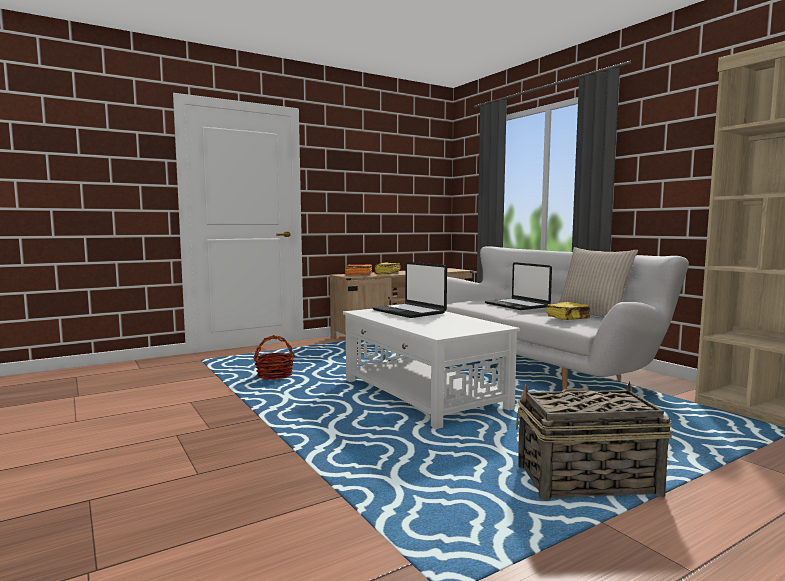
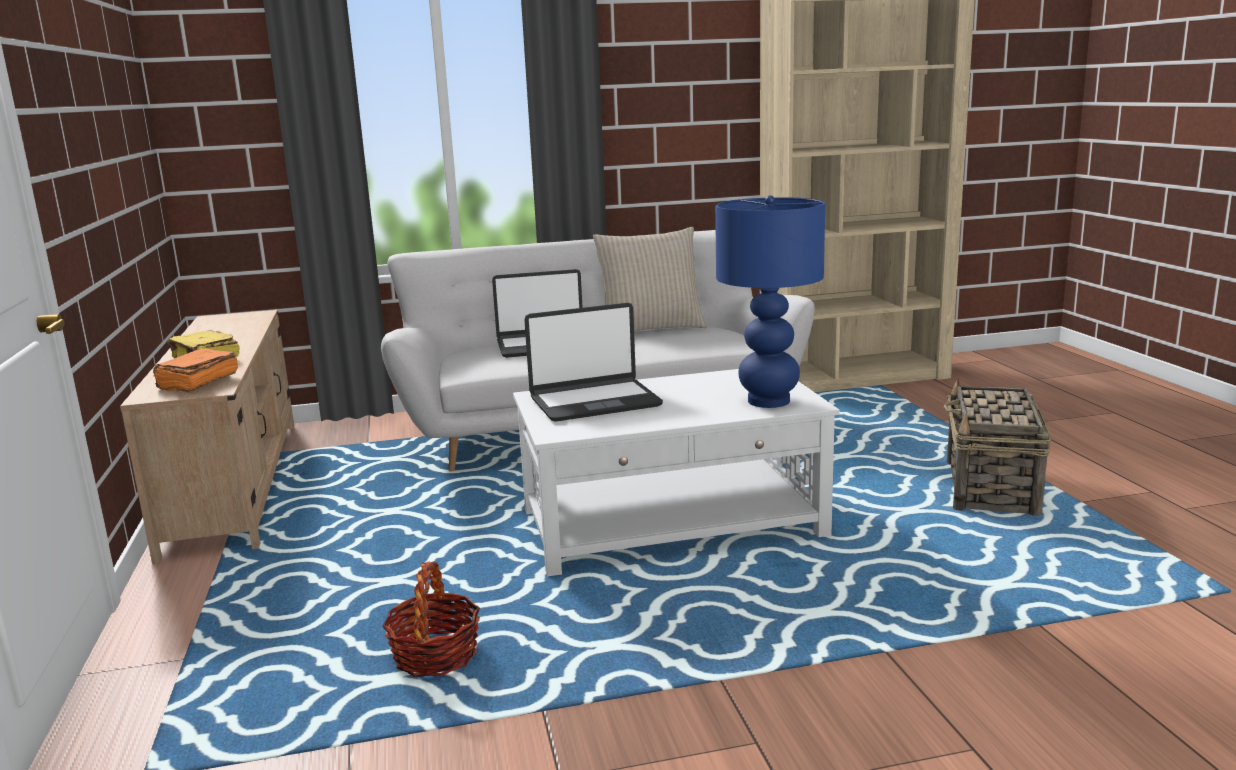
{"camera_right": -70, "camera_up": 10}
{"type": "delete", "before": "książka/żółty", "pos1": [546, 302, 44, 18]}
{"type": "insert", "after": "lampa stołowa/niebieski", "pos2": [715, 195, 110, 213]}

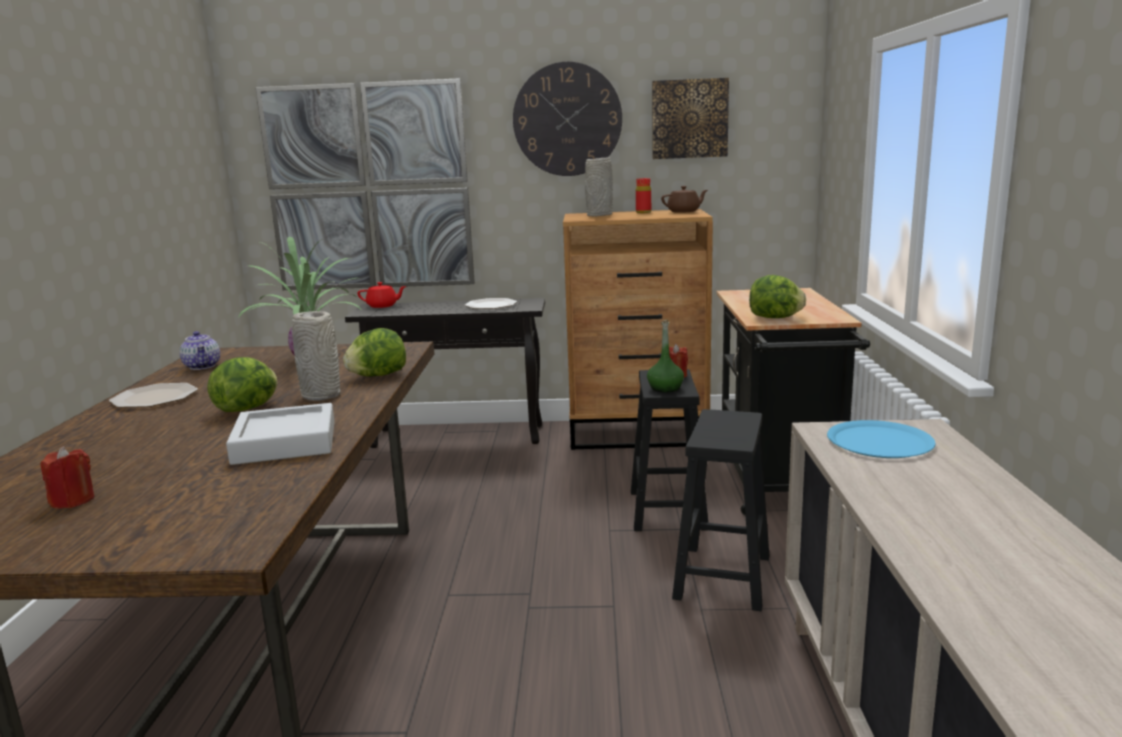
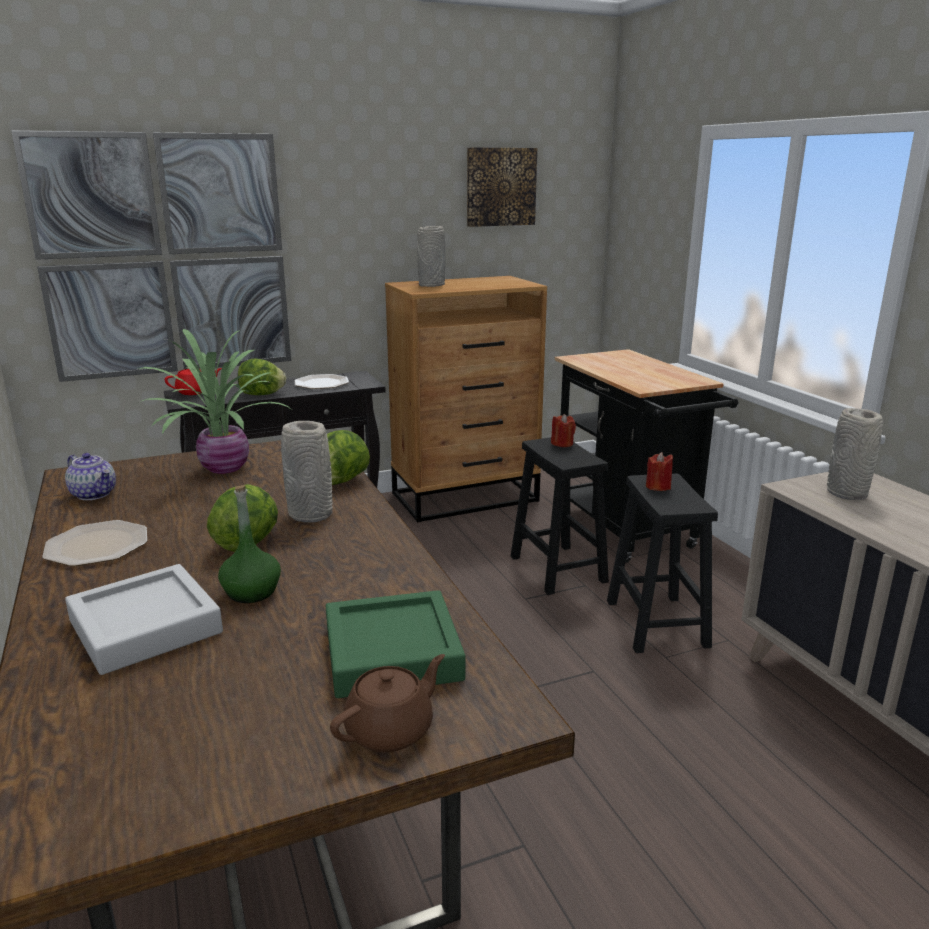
{"camera_right": -25, "camera_up": 5}
{"type": "move", "before": "świeca/czerwony", "pos1": [40, 446, 54, 63], "pos2": [646, 452, 27, 39]}
{"type": "move", "before": "taca/szary", "pos1": [226, 403, 109, 62], "pos2": [65, 564, 158, 111]}
{"type": "delete", "before": "zegar ścienny", "pos1": [513, 62, 109, 114]}
{"type": "delete", "before": "butelka/czerwony", "pos1": [636, 178, 15, 35]}
{"type": "move", "before": "butelka/zielony", "pos1": [647, 320, 37, 72], "pos2": [218, 485, 63, 118]}
{"type": "move", "before": "imbryk/brązowy", "pos1": [661, 186, 47, 27], "pos2": [330, 654, 115, 98]}
{"type": "move", "before": "sałata", "pos1": [749, 275, 57, 43], "pos2": [238, 358, 48, 37]}
{"type": "replace", "before": "talerz/niebieski", "after": "wazon/szary", "pos1": [827, 420, 109, 38], "pos2": [827, 408, 56, 92]}
{"type": "insert", "after": "taca/zielony", "pos2": [326, 590, 139, 108]}

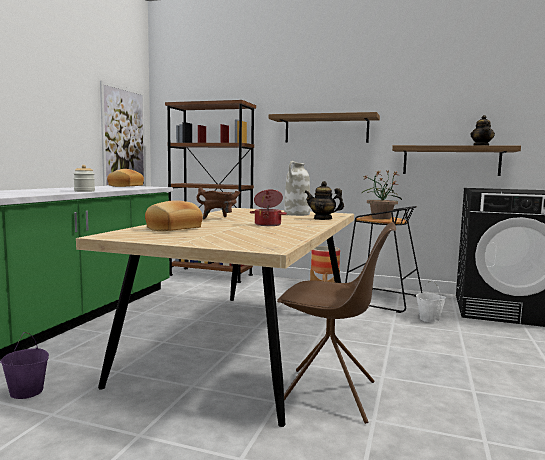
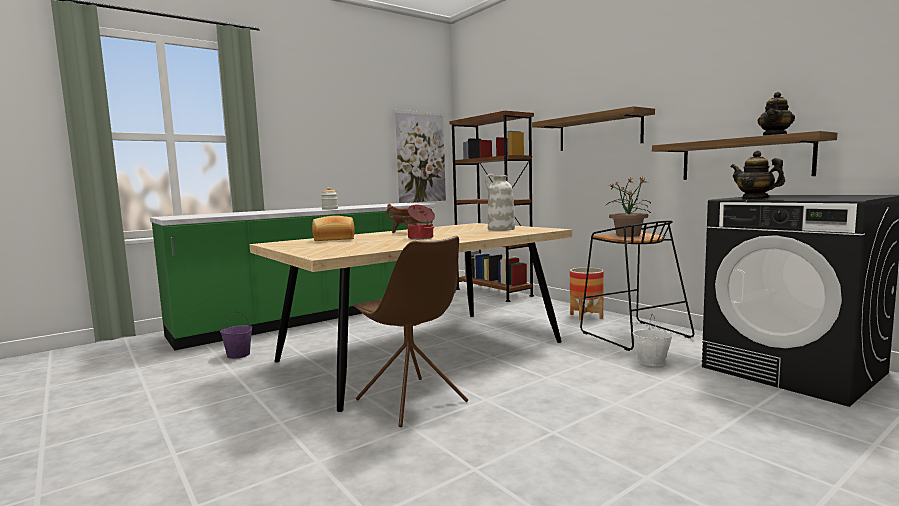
{"camera_right": 35, "camera_up": 0}
{"type": "delete", "before": "chleb", "pos1": [107, 169, 37, 18]}
{"type": "move", "before": "imbryk", "pos1": [304, 181, 40, 39], "pos2": [731, 150, 54, 49]}

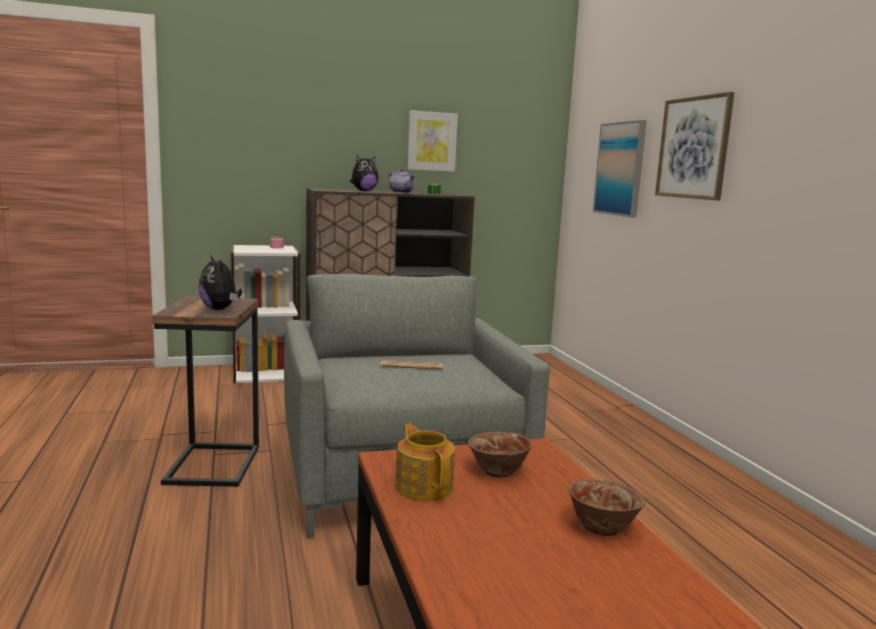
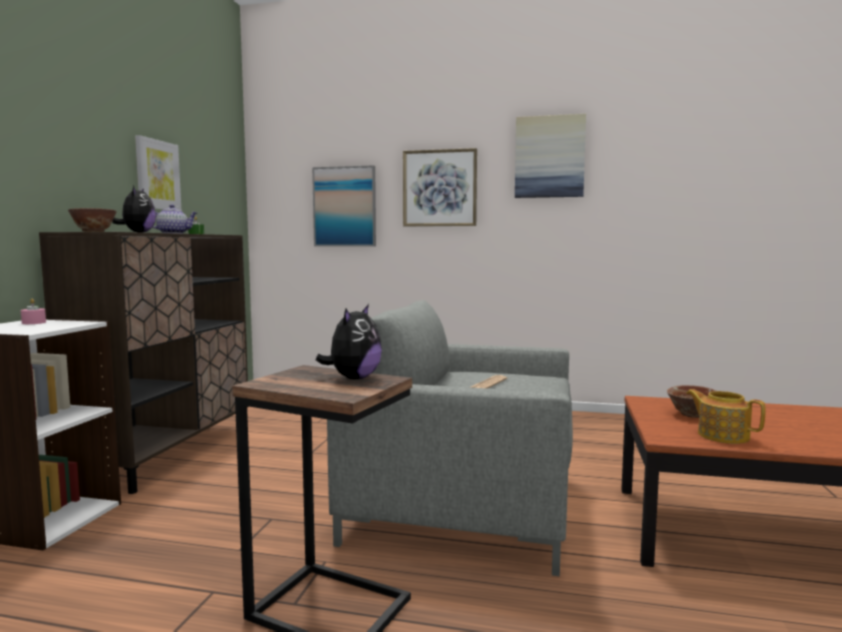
{"camera_right": -60, "camera_up": -5}
{"type": "rotate", "before": "pluszak", "pos1": [198, 256, 44, 54], "pos2": [316, 304, 66, 75], "turn": -60}
{"type": "rotate", "before": "imbryk", "pos1": [395, 423, 60, 78], "pos2": [686, 389, 80, 55], "turn": 45}
{"type": "move", "before": "miska", "pos1": [569, 479, 76, 57], "pos2": [68, 208, 49, 24]}
{"type": "insert", "after": "obraz", "pos2": [515, 114, 71, 84]}

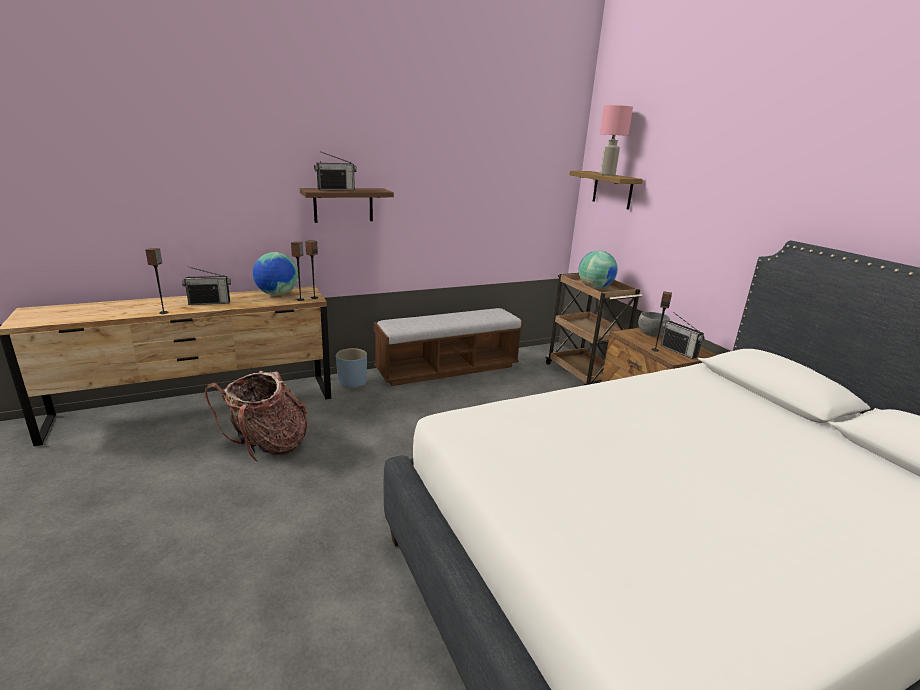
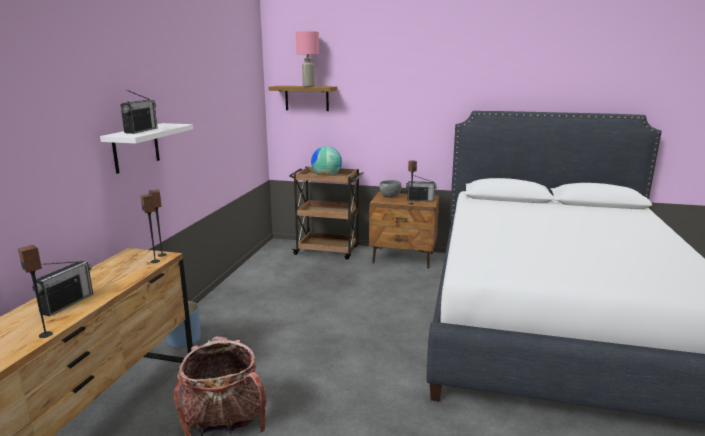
{"camera_right": -50, "camera_up": -5}
{"type": "delete", "before": "globus", "pos1": [253, 252, 45, 44]}
{"type": "recolor", "before": "półka/brązowy", "after": "półka/biały", "pos1": [300, 188, 94, 35], "pos2": [100, 123, 93, 51]}
{"type": "delete", "before": "ławka", "pos1": [374, 308, 149, 78]}

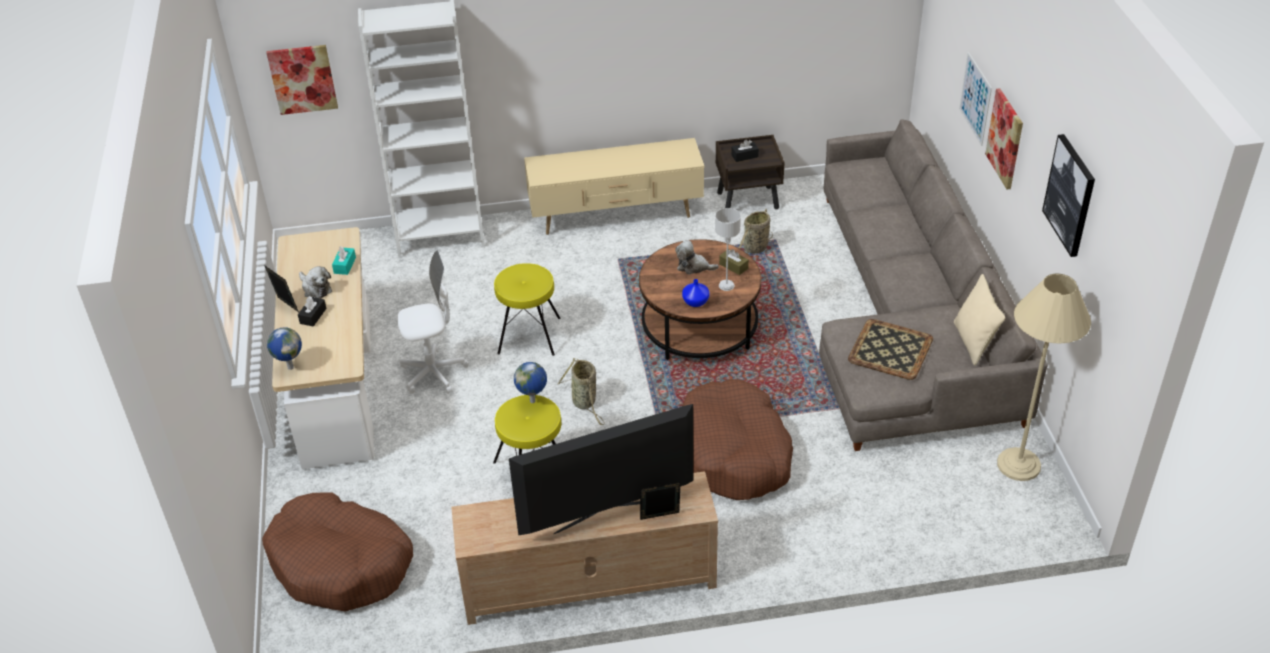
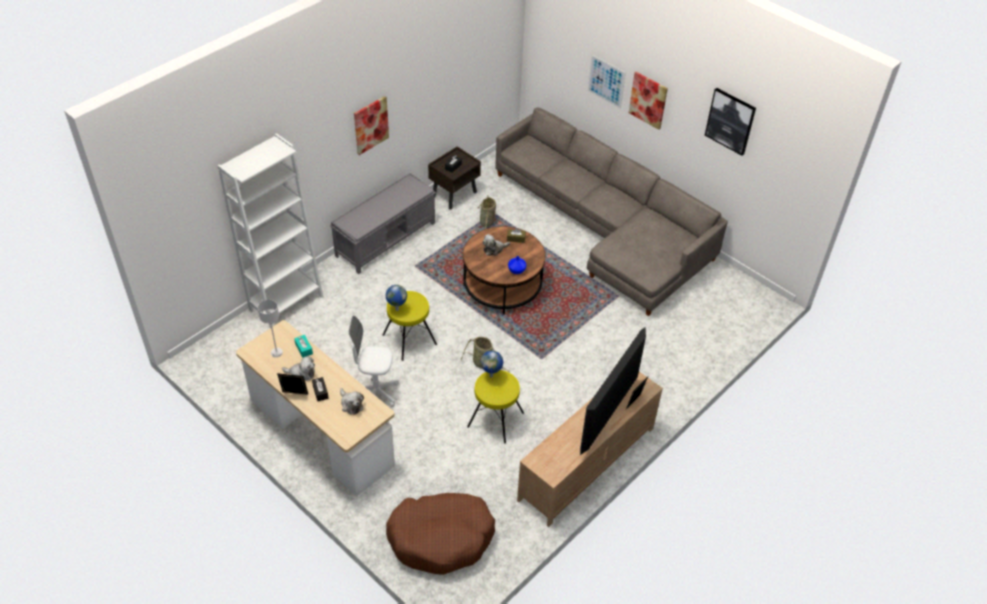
{"camera_right": -40, "camera_up": 5}
{"type": "move", "before": "obraz", "pos1": [266, 45, 72, 70], "pos2": [354, 96, 35, 59]}
{"type": "move", "before": "globus", "pos1": [267, 327, 35, 43], "pos2": [385, 285, 22, 26]}
{"type": "rotate", "before": "krzesło biurowe/biały", "pos1": [397, 250, 72, 144], "pos2": [348, 316, 51, 91], "turn": -120}
{"type": "replace", "before": "szafka pod telewizor/beżowy", "after": "ławka/szary", "pos1": [524, 138, 180, 97], "pos2": [330, 173, 106, 101]}
{"type": "delete", "before": "legowisko/brązowy", "pos1": [682, 379, 111, 121]}
{"type": "move", "before": "lampa stołowa/szary", "pos1": [715, 208, 26, 83], "pos2": [258, 300, 25, 57]}
{"type": "delete", "before": "taca", "pos1": [848, 319, 85, 61]}
{"type": "delete", "before": "poduszka/beżowy", "pos1": [954, 274, 51, 91]}
{"type": "delete", "before": "lampa stojąca/beżowy", "pos1": [997, 274, 94, 207]}
{"type": "insert", "after": "pluszak", "pos2": [340, 388, 24, 27]}

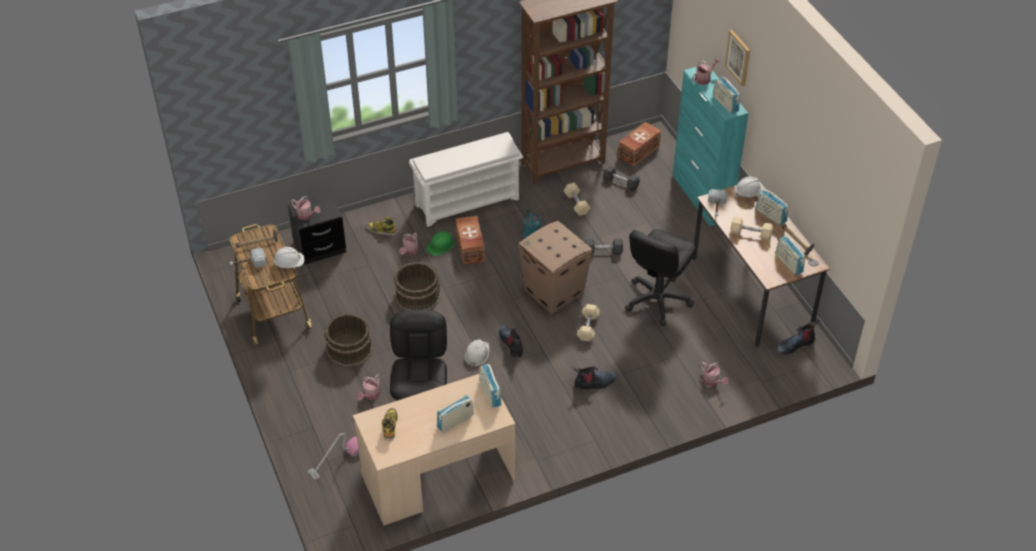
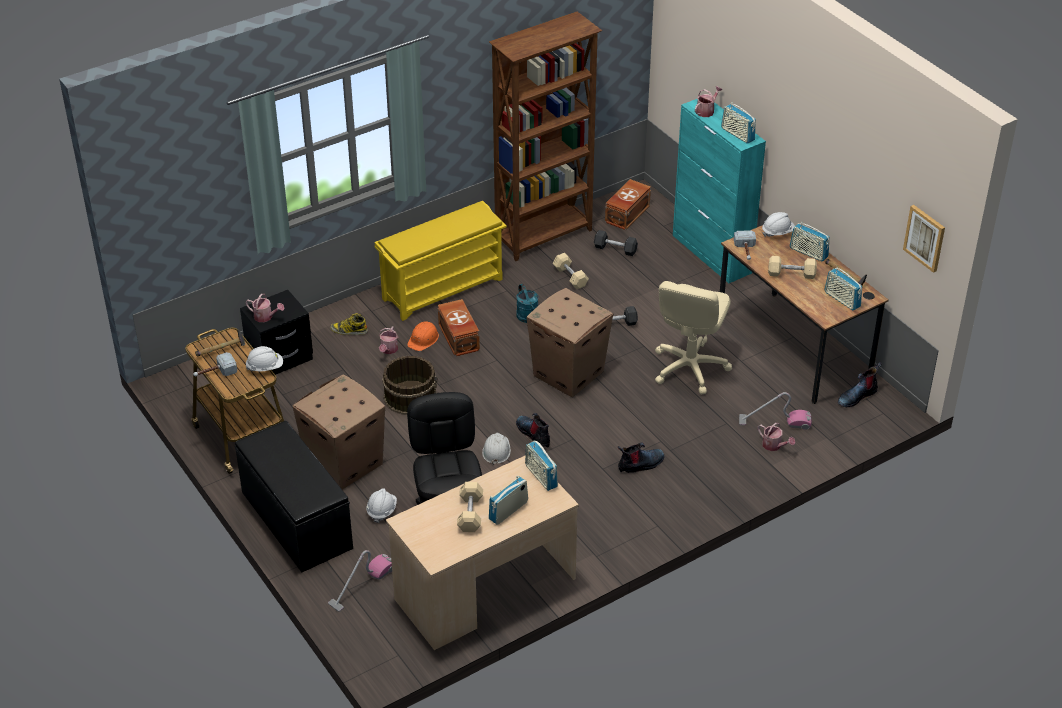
{"camera_right": -10, "camera_up": -5}
{"type": "replace", "before": "wiadro/brązowy", "after": "karton", "pos1": [324, 313, 49, 54], "pos2": [292, 374, 93, 115]}
{"type": "replace", "before": "konewka", "after": "kask/biały", "pos1": [357, 374, 23, 26], "pos2": [366, 488, 31, 35]}
{"type": "delete", "before": "but z cholewką", "pos1": [382, 408, 16, 33]}
{"type": "recolor", "before": "regał na buty/biały", "after": "regał na buty/żółty", "pos1": [409, 132, 114, 95], "pos2": [374, 201, 133, 120]}
{"type": "recolor", "before": "kask/zielony", "after": "kask/pomarańczowy", "pos1": [426, 231, 28, 25], "pos2": [407, 321, 32, 30]}
{"type": "move", "before": "hantel/beżowy", "pos1": [577, 304, 23, 38], "pos2": [457, 482, 26, 50]}
{"type": "recolor", "before": "krzesło biurowe/czarny", "after": "krzesło biurowe/beżowy", "pos1": [625, 229, 71, 97], "pos2": [655, 281, 77, 114]}
{"type": "move", "before": "obraz", "pos1": [725, 30, 25, 56], "pos2": [903, 205, 42, 68]}
{"type": "insert", "after": "ławka/czarny", "pos2": [235, 421, 118, 151]}
{"type": "insert", "after": "odkurzacz", "pos2": [739, 392, 73, 38]}

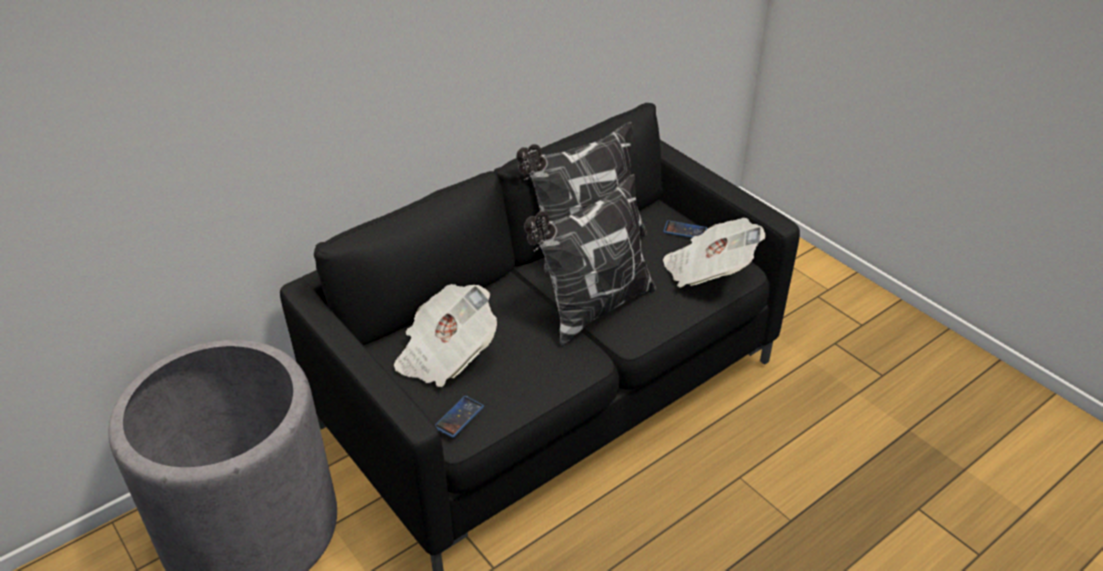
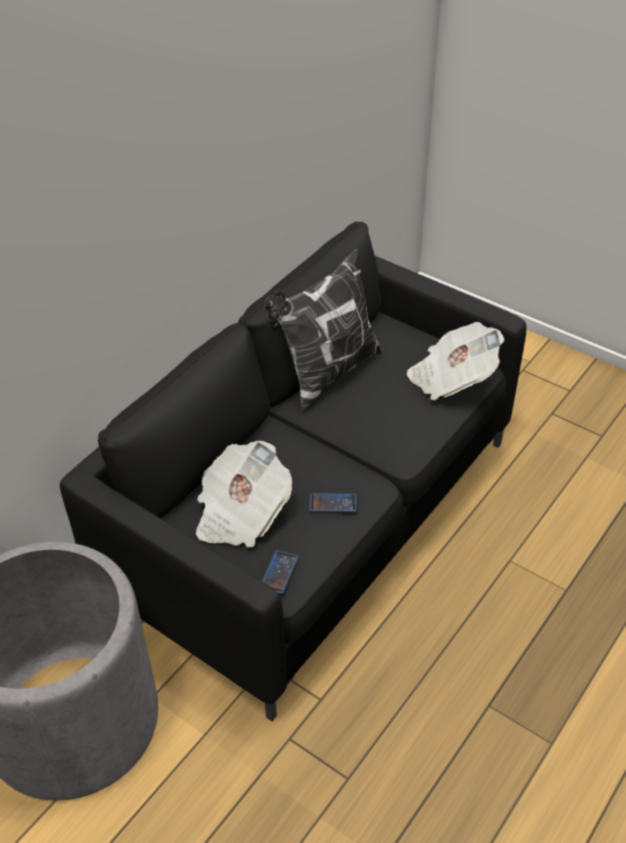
{"camera_right": -15, "camera_up": 5}
{"type": "delete", "before": "poduszka", "pos1": [524, 174, 132, 172]}
{"type": "move", "before": "telefon", "pos1": [663, 220, 44, 18], "pos2": [310, 493, 47, 19]}

